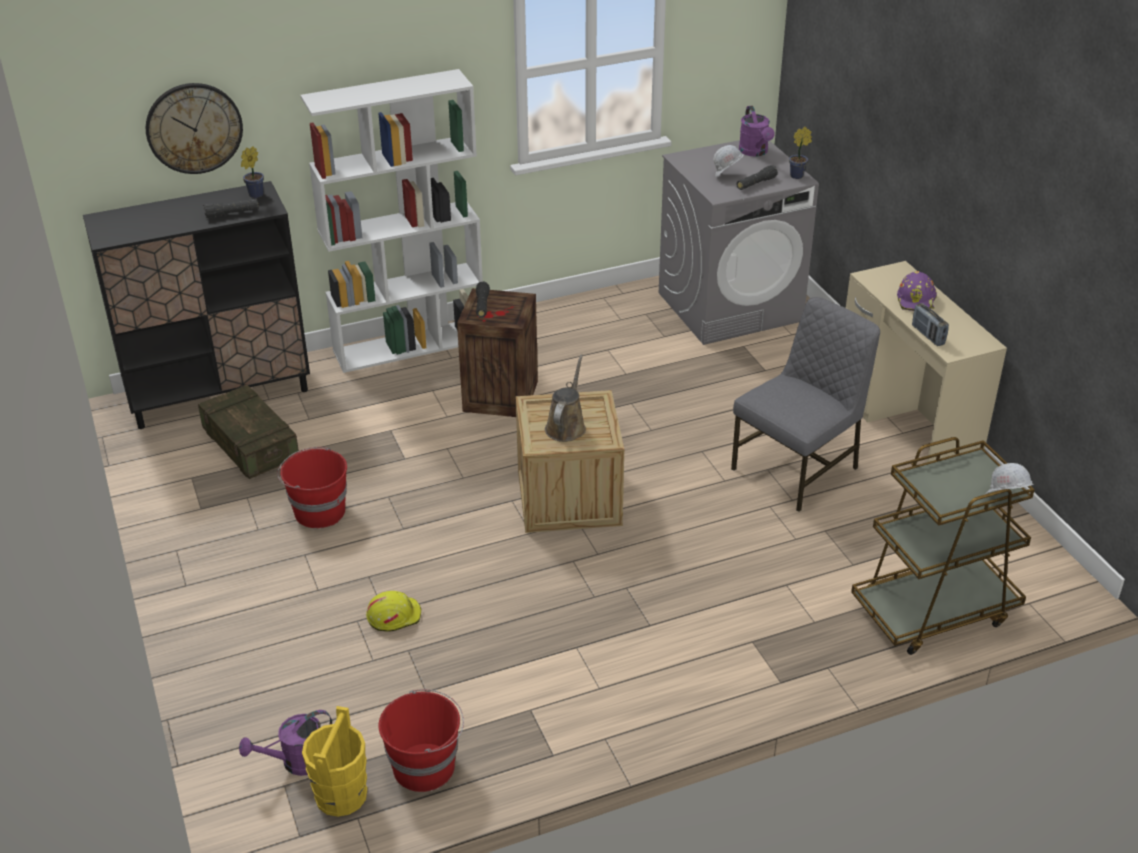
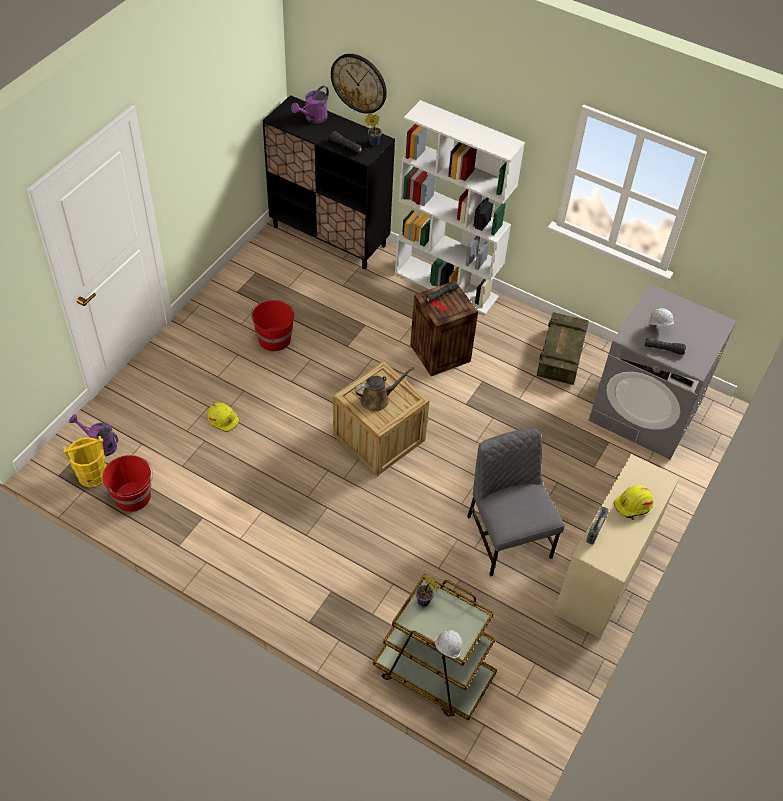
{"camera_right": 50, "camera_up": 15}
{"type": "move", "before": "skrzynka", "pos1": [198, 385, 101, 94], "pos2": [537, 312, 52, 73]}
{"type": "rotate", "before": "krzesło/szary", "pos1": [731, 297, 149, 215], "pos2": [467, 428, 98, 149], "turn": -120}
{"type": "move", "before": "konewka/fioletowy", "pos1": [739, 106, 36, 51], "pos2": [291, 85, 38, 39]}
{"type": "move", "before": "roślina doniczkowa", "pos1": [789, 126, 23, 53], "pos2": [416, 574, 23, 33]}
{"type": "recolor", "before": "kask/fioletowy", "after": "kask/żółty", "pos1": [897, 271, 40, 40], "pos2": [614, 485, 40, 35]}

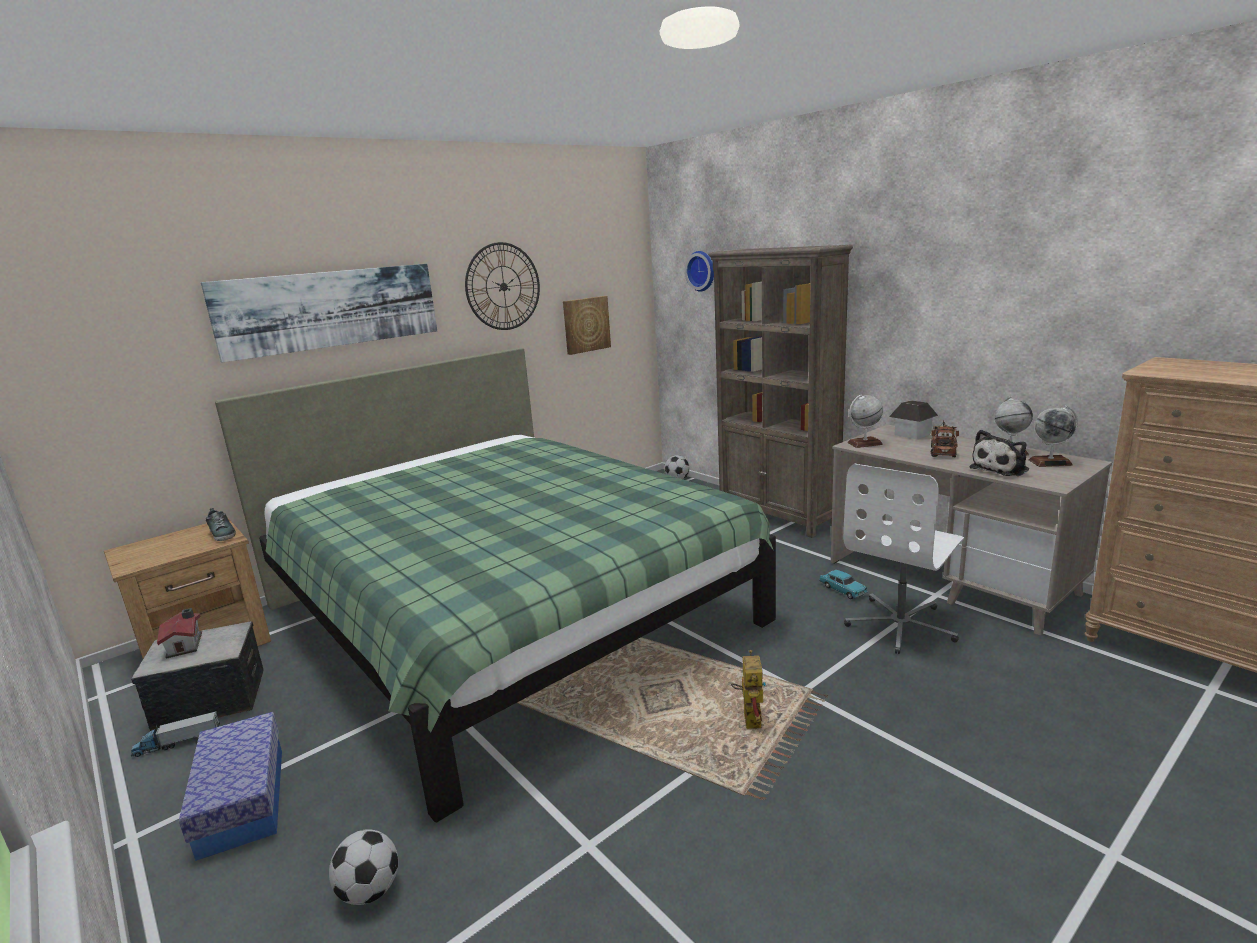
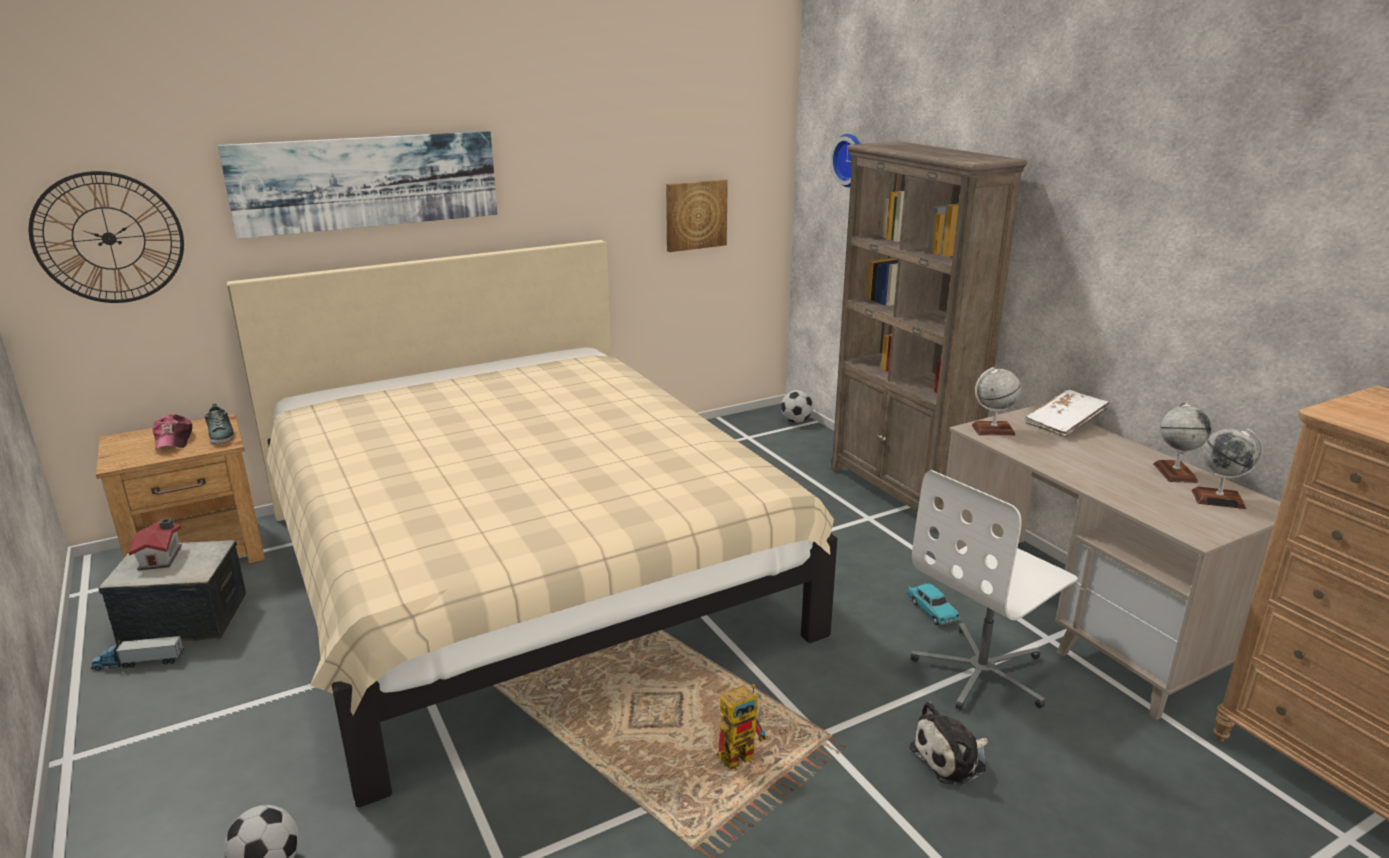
{"camera_right": 10, "camera_up": 5}
{"type": "delete", "before": "pojemnik do przechowywania", "pos1": [179, 712, 103, 149]}
{"type": "recolor", "before": "łóżko/zielony", "after": "łóżko/beżowy", "pos1": [215, 348, 561, 474], "pos2": [227, 240, 610, 568]}
{"type": "move", "before": "zegar ścienny", "pos1": [465, 242, 75, 88], "pos2": [29, 171, 155, 132]}
{"type": "rotate", "before": "robot zabawkowy", "pos1": [731, 650, 35, 79], "pos2": [717, 684, 50, 86], "turn": 45}
{"type": "replace", "before": "domek", "after": "książka/biały", "pos1": [889, 401, 49, 39], "pos2": [1025, 390, 84, 48]}
{"type": "delete", "before": "ciężarówka zabawkowa", "pos1": [930, 420, 29, 37]}
{"type": "move", "before": "pluszak", "pos1": [970, 430, 59, 46], "pos2": [909, 702, 79, 84]}
{"type": "insert", "after": "czapka z daszkiem", "pos2": [153, 414, 39, 36]}

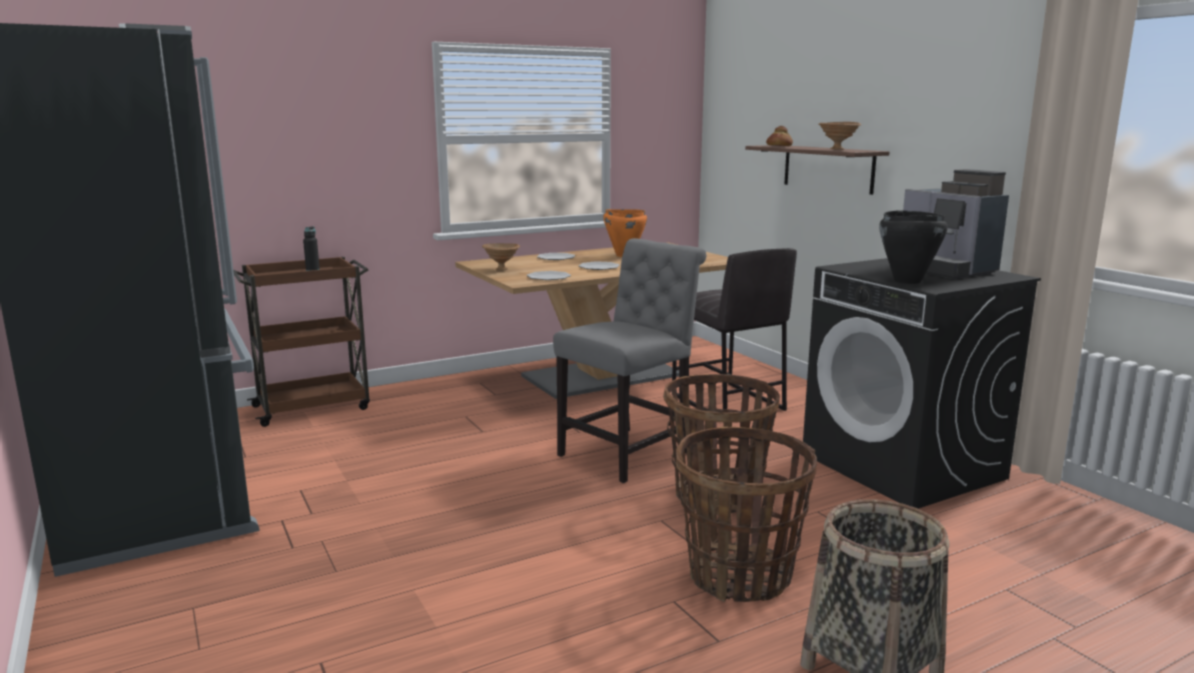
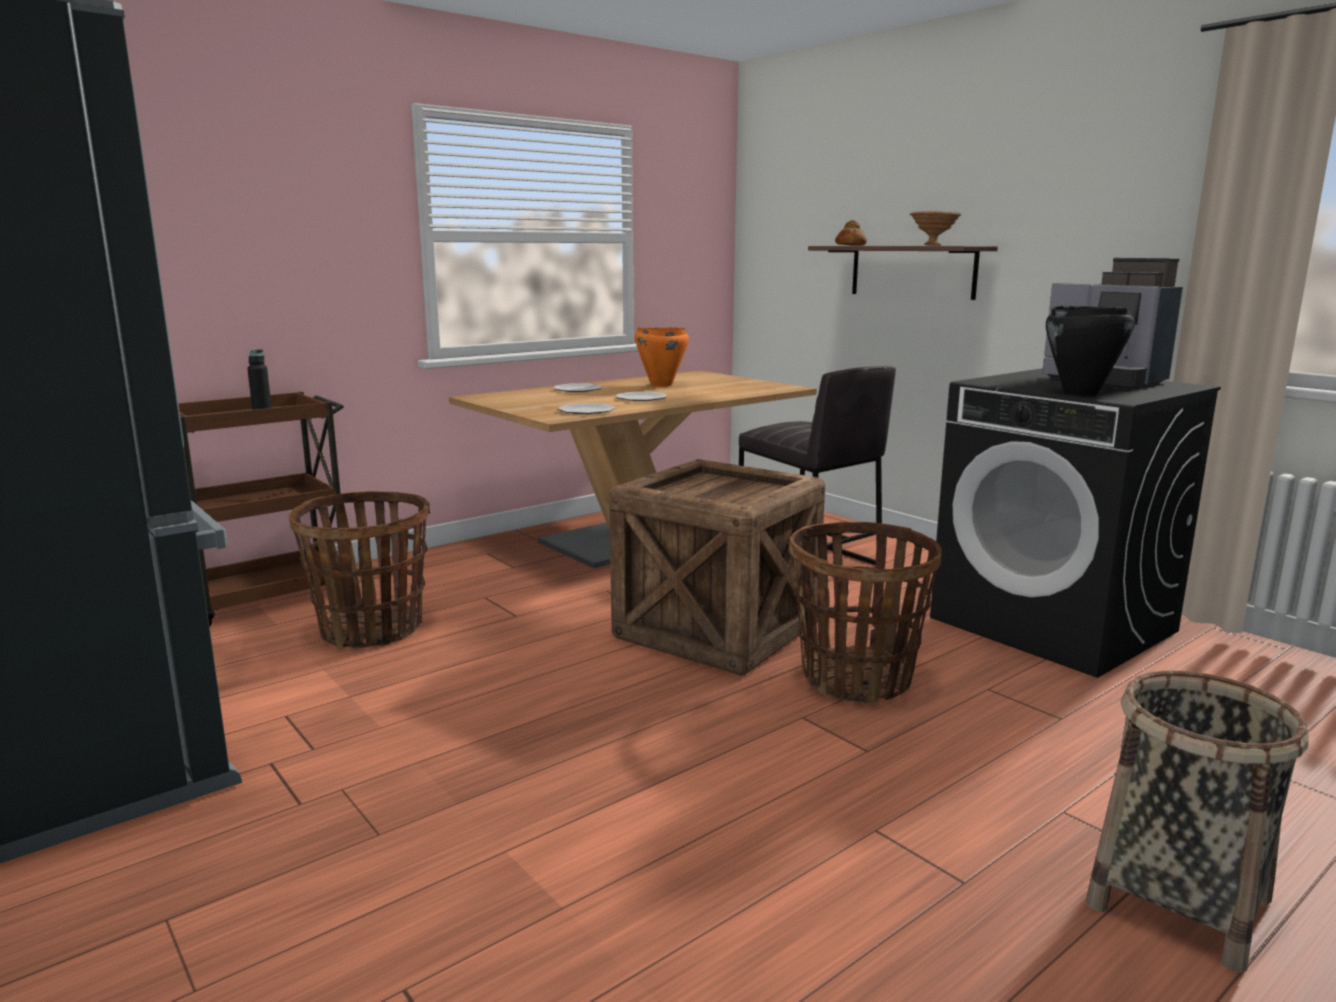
{"camera_right": -10, "camera_up": 0}
{"type": "delete", "before": "miska/brązowy", "pos1": [482, 243, 38, 28]}
{"type": "replace", "before": "krzesło/szary", "after": "skrzynka", "pos1": [553, 238, 153, 245], "pos2": [609, 459, 216, 216]}
{"type": "move", "before": "koszyk", "pos1": [676, 427, 141, 175], "pos2": [289, 491, 141, 158]}

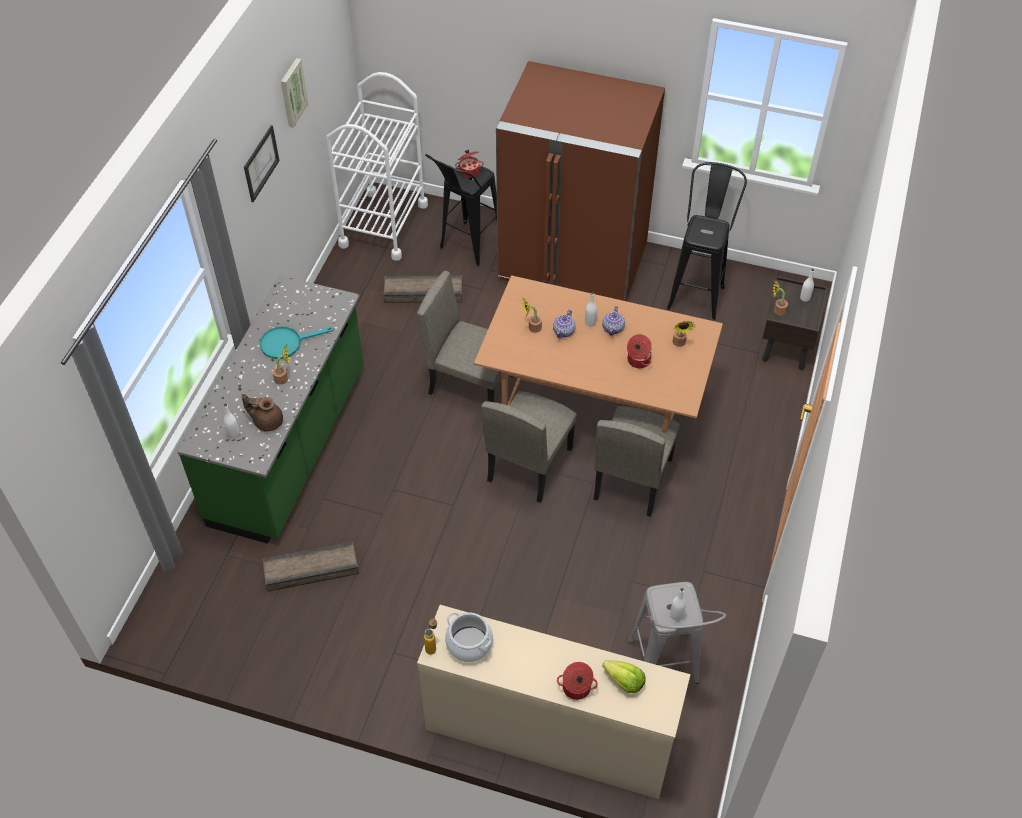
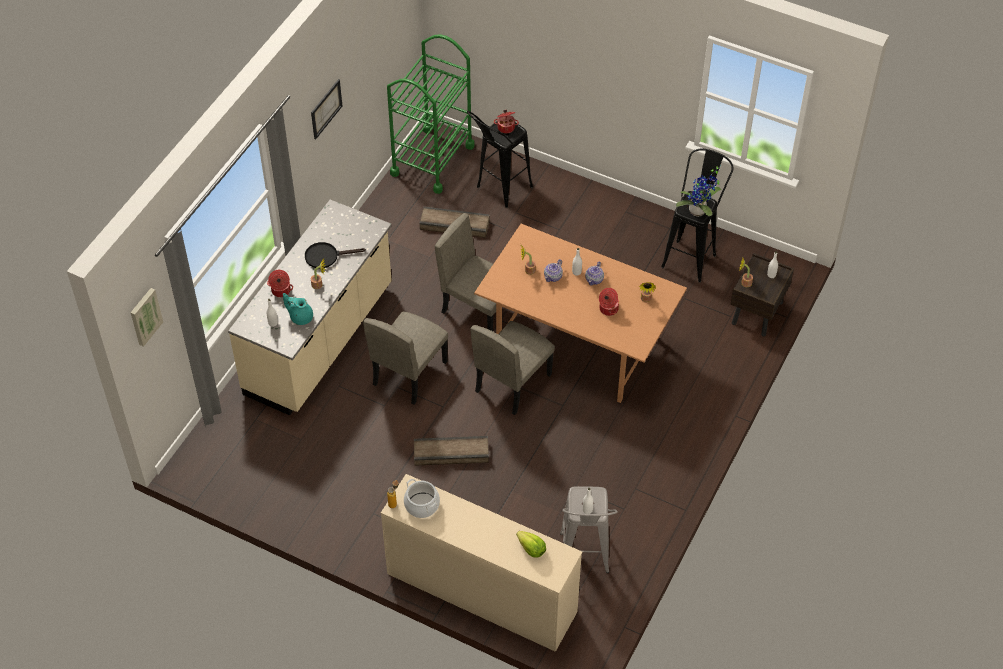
{"camera_right": 10, "camera_up": 0}
{"type": "recolor", "before": "zabudowa kuchenna/zielony", "after": "zabudowa kuchenna/beżowy", "pos1": [177, 275, 187, 269], "pos2": [228, 199, 164, 216]}
{"type": "recolor", "before": "imbryk/brązowy", "after": "imbryk/turkusowy", "pos1": [241, 394, 42, 38], "pos2": [283, 293, 30, 32]}
{"type": "recolor", "before": "patelnia/turkusowy", "after": "patelnia/czarny", "pos1": [260, 326, 74, 33], "pos2": [305, 242, 61, 27]}
{"type": "move", "before": "skrzynka", "pos1": [263, 542, 96, 49], "pos2": [414, 436, 75, 30]}
{"type": "move", "before": "obraz", "pos1": [281, 58, 28, 70], "pos2": [131, 288, 32, 59]}
{"type": "recolor", "before": "wózek/biały", "after": "wózek/zielony", "pos1": [326, 72, 102, 189], "pos2": [387, 34, 88, 160]}
{"type": "delete", "before": "lodówka/brązowy", "pos1": [496, 61, 169, 240]}
{"type": "move", "before": "garnek", "pos1": [557, 662, 41, 38], "pos2": [267, 270, 26, 27]}
{"type": "move", "before": "krzesło/beżowy", "pos1": [593, 406, 87, 111], "pos2": [363, 312, 85, 93]}
{"type": "insert", "after": "roślina doniczkowa", "pos2": [676, 165, 46, 52]}

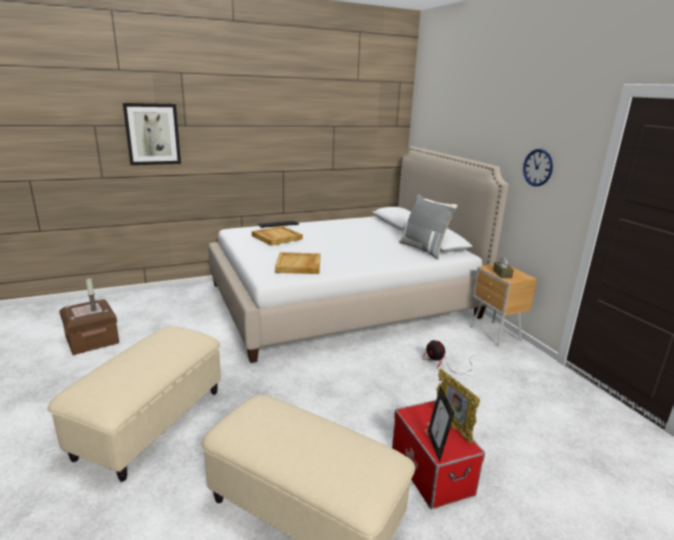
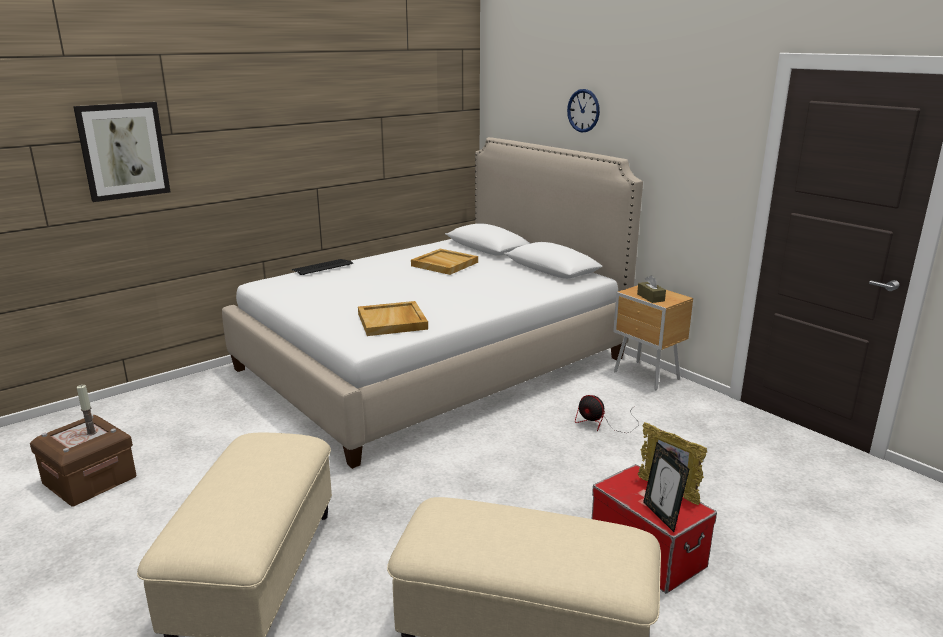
{"camera_right": -15, "camera_up": 0}
{"type": "move", "before": "taca/beżowy", "pos1": [252, 226, 51, 20], "pos2": [411, 249, 67, 26]}
{"type": "delete", "before": "poduszka/szary", "pos1": [399, 194, 58, 65]}
{"type": "move", "before": "zegar ścienny", "pos1": [523, 149, 30, 37], "pos2": [567, 89, 33, 44]}

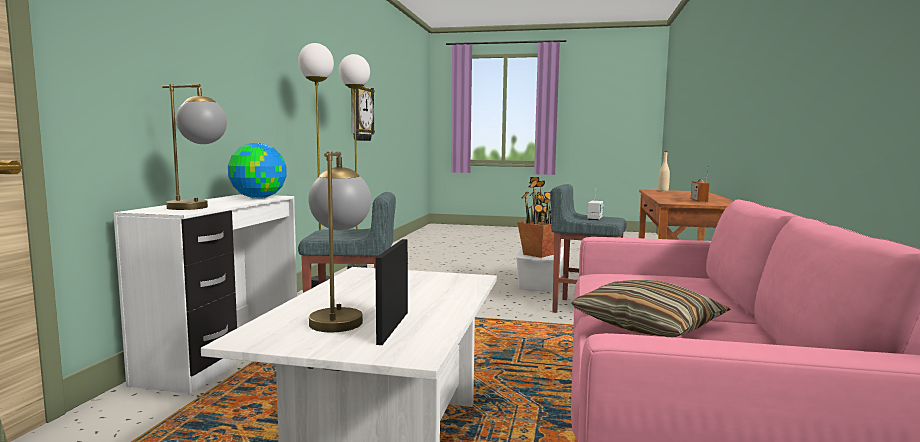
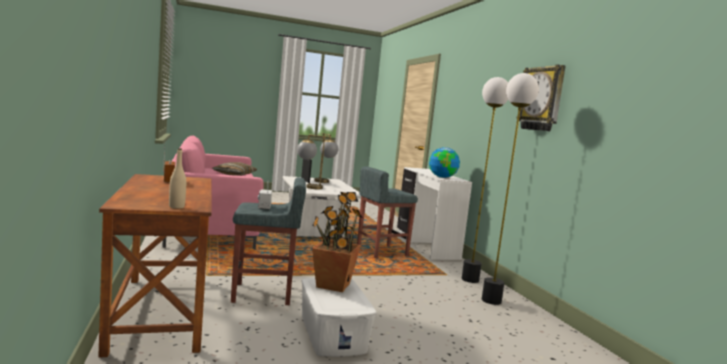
{"camera_right": 150, "camera_up": 0}
{"type": "move", "before": "lampa stołowa", "pos1": [162, 84, 65, 126], "pos2": [297, 134, 33, 55]}
{"type": "move", "before": "zegar ścienny", "pos1": [351, 86, 24, 55], "pos2": [516, 65, 50, 66]}

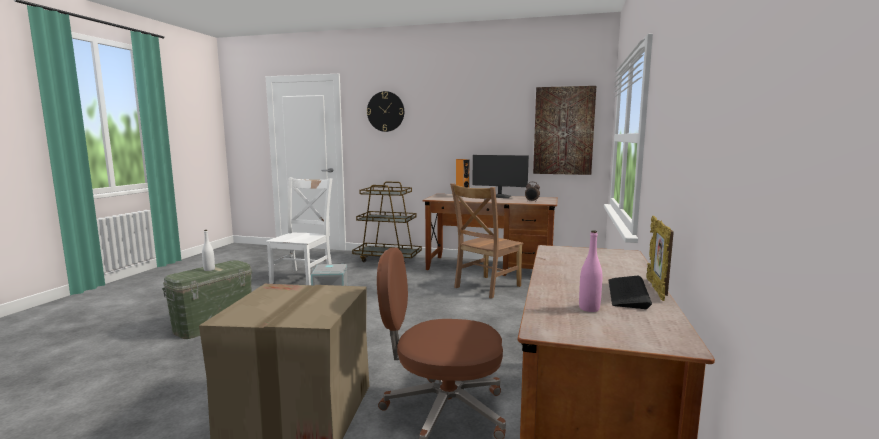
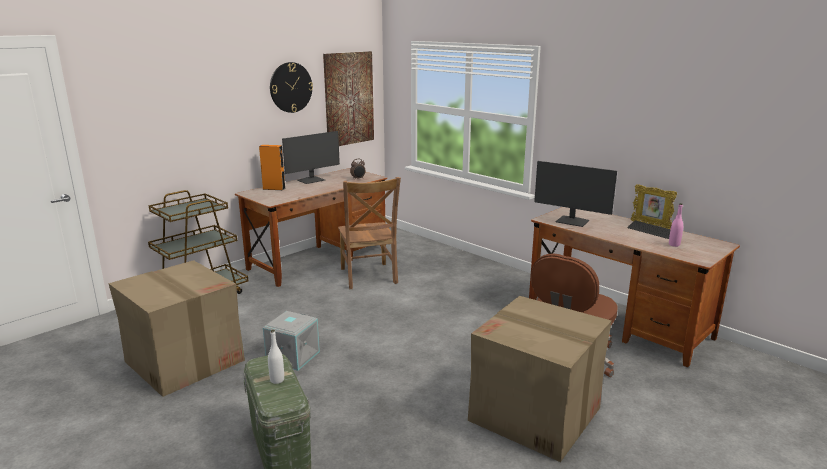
{"camera_right": -60, "camera_up": 10}
{"type": "replace", "before": "krzesło/biały", "after": "karton", "pos1": [266, 178, 66, 107], "pos2": [108, 260, 137, 137]}
{"type": "move", "before": "zegar ścienny", "pos1": [367, 91, 37, 41], "pos2": [270, 62, 43, 51]}
{"type": "insert", "after": "monitor", "pos2": [534, 161, 83, 66]}

